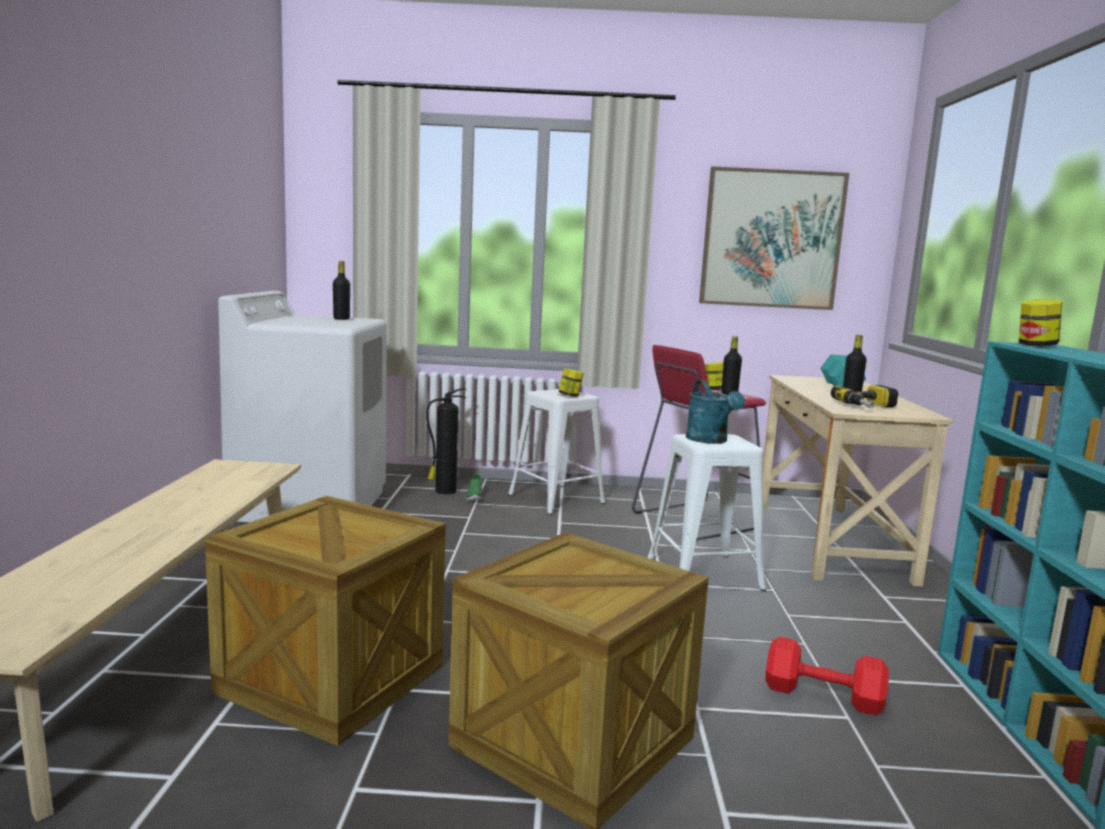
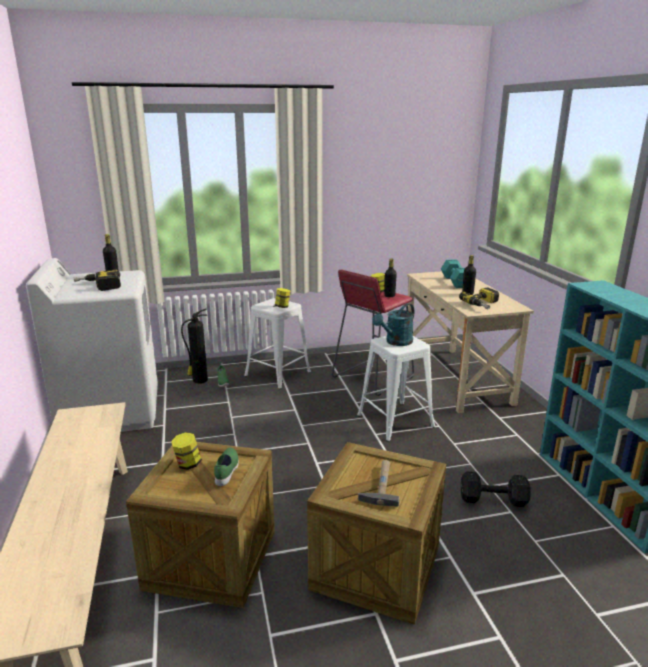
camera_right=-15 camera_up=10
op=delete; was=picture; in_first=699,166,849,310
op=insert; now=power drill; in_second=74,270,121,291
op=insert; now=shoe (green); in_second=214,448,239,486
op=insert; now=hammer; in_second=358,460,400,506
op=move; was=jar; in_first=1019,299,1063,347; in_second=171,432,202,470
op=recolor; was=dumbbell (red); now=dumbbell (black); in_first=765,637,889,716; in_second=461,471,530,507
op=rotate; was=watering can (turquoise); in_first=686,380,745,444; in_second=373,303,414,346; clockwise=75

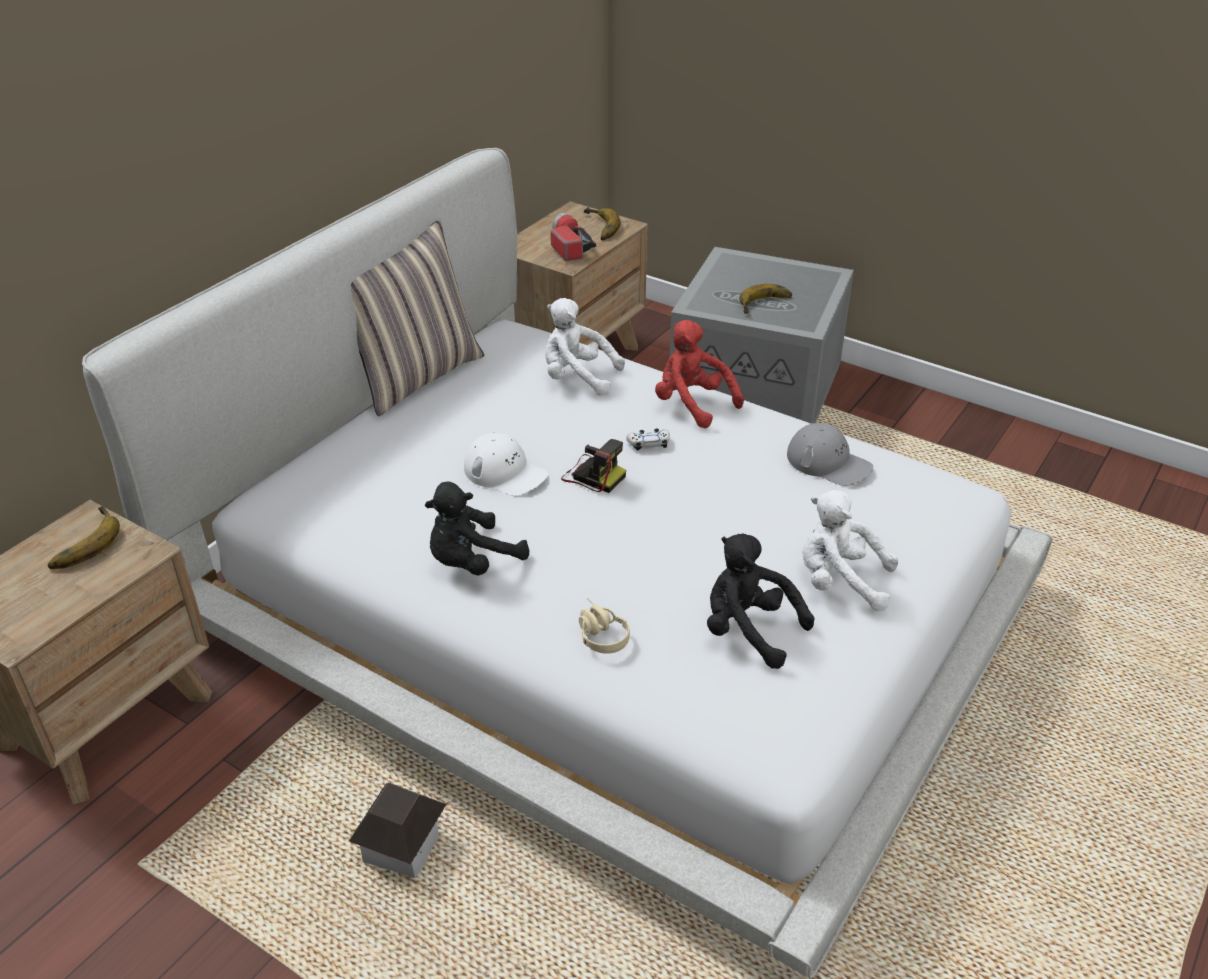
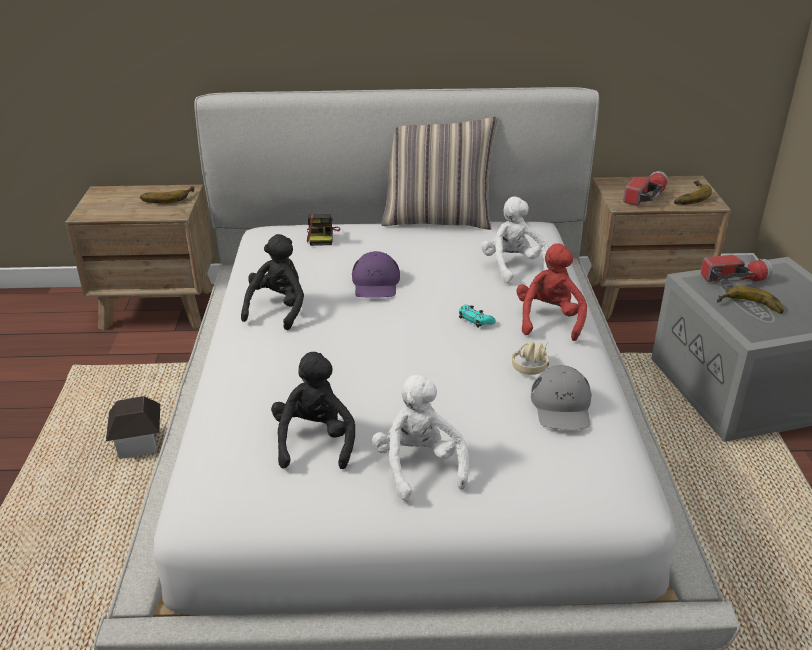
camera_right=55 camera_up=-5
op=insert; now=flashlight; in_second=701,255,773,282
op=move; was=photo camera; in_first=561,439,626,493; in_second=307,214,340,246
op=move; was=headphones (beige); in_first=579,598,630,654; in_second=512,341,549,375
op=recolor; was=cap (white); now=cap (purple); in_first=464,433,548,496; in_second=352,251,400,298
op=recolor; was=game controller (white); now=game controller (turquoise); in_first=626,428,670,450; in_second=459,305,496,328
op=rotate; was=plush toy (black); in_first=425,482,529,575; in_second=241,234,304,330; clockwise=90

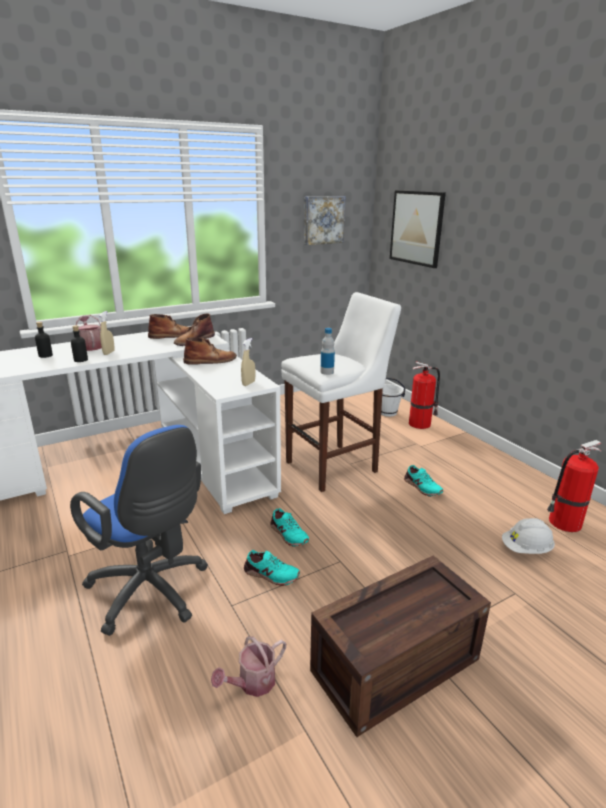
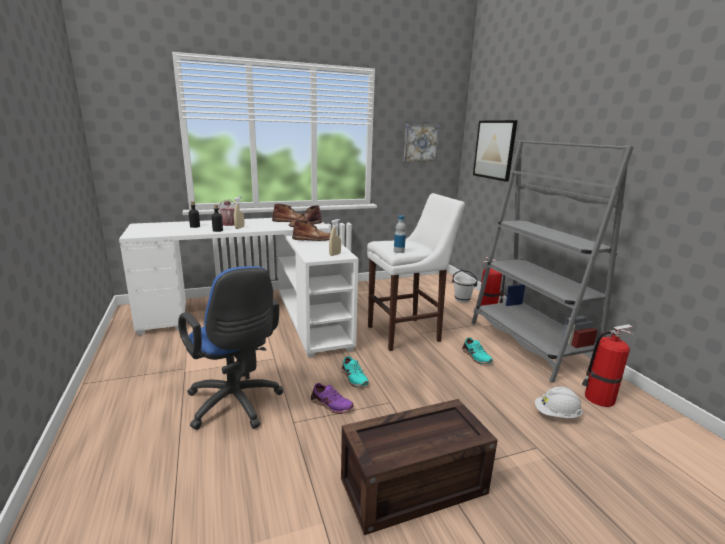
camera_right=10 camera_up=-5
op=delete; was=watering can; in_first=211,636,286,697
op=insert; now=bookcase (grey); in_second=472,140,634,383
op=recolor; was=shoe (turquoise); now=shoe (purple); in_first=244,550,300,586; in_second=311,383,354,414

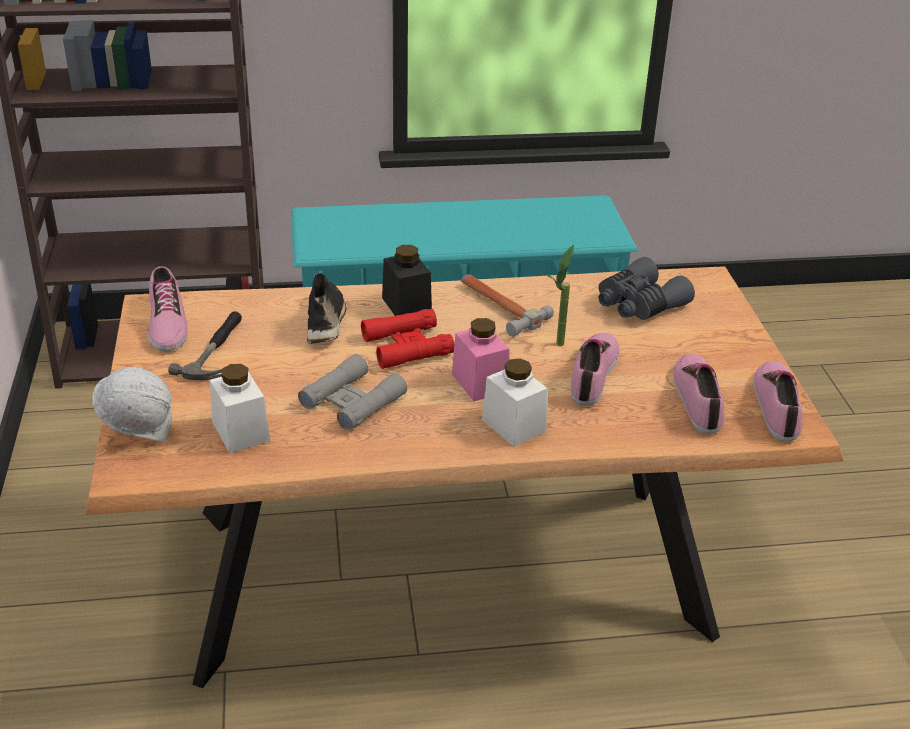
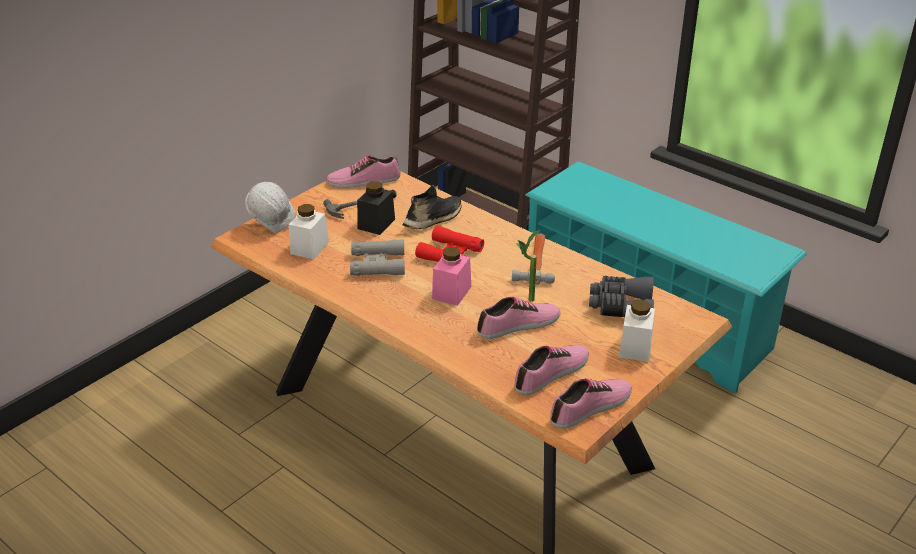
camera_right=50 camera_up=0
op=move; was=jar (black); in_first=382,245,432,316; in_second=357,181,395,235
op=move; was=jar (white); in_first=482,358,548,447; in_second=619,300,655,362
op=rotate; was=shoe; in_first=148,266,188,351; in_second=326,155,401,188; clockwise=45

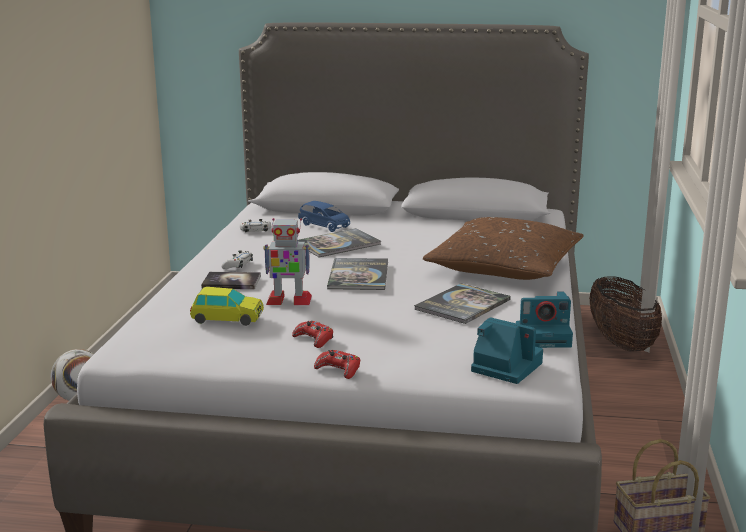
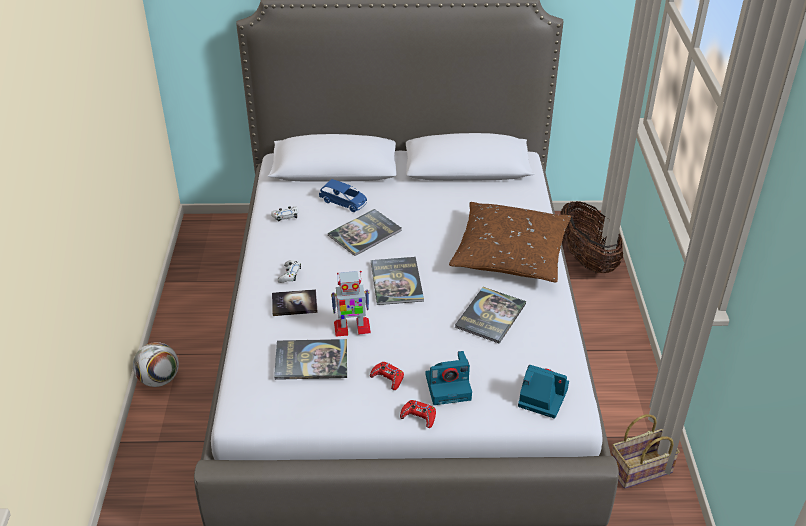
camera_right=-10 camera_up=20
op=move; was=photo camera; in_first=516,291,573,348; in_second=426,351,472,405
op=replace; was=toy car; now=book; in_first=190,287,264,326; in_second=274,339,347,380

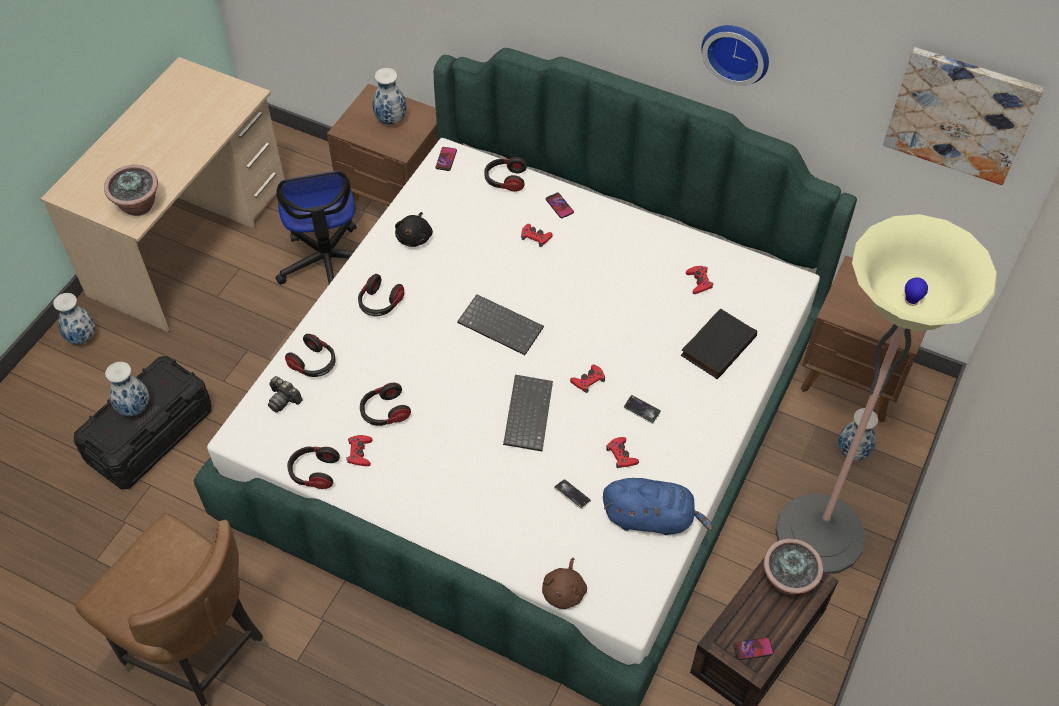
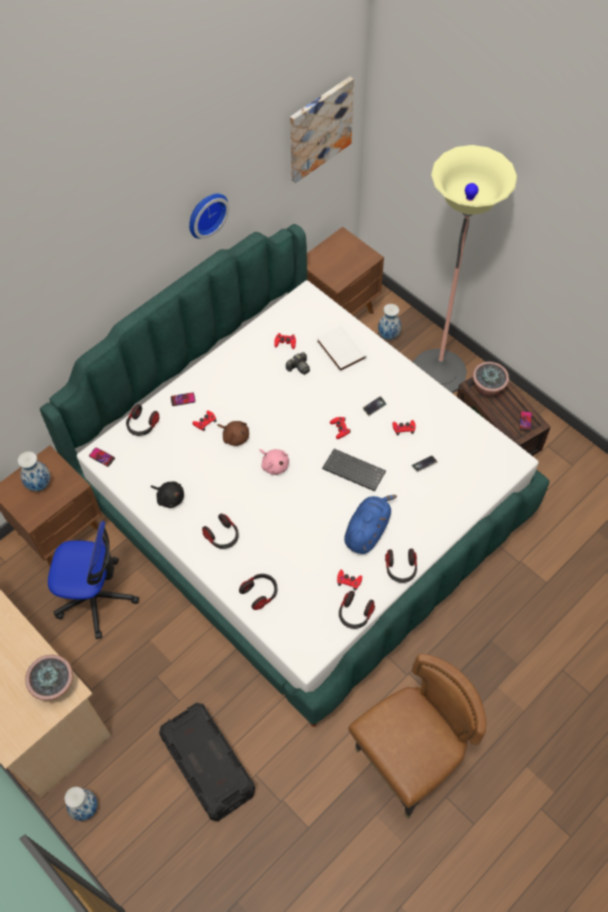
camera_right=-70 camera_up=5
op=delete; was=vase; in_first=105,362,149,417
op=move; was=photo camera; in_first=268,376,303,413; in_second=286,352,310,375
op=move; was=headphones; in_first=360,383,411,426; in_second=385,549,417,583
op=move; was=plush toy (brown); in_first=542,558,587,609; in_second=217,421,249,446
op=move; was=plush toy (blue); in_first=603,478,713,535; in_second=344,495,397,554
op=replace; was=keyboard; now=plush toy (pink); in_first=457,294,544,355; in_second=259,449,289,475
op=recolor; was=book (black); now=book (white); in_first=681,308,757,379; in_second=316,324,367,372

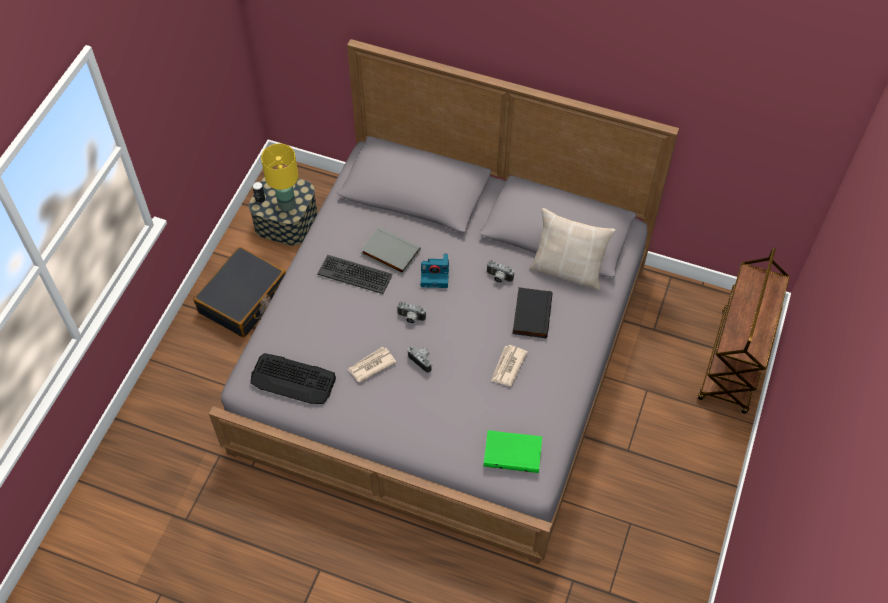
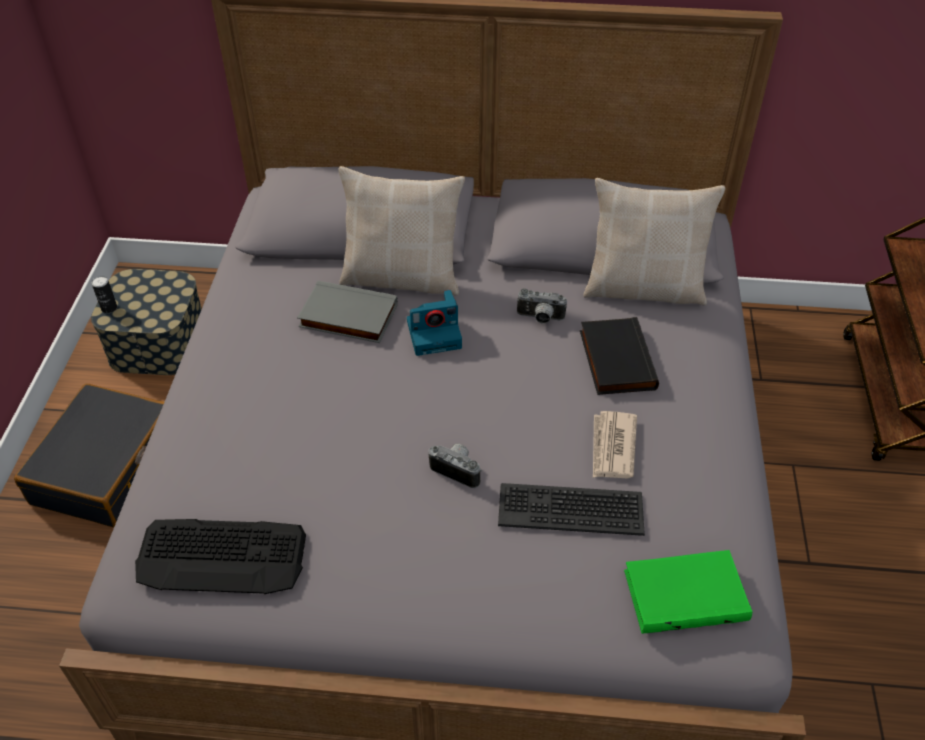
camera_right=-15 camera_up=-10
op=delete; was=table lamp (yellow); in_first=261,144,298,212
op=delete; was=newspaper; in_first=348,347,396,383
op=delete; was=photo camera; in_first=396,301,426,324
op=insert; now=pillow (beige); in_second=339,166,465,296
op=move; was=keyboard; in_first=317,255,393,294; in_second=498,483,645,536

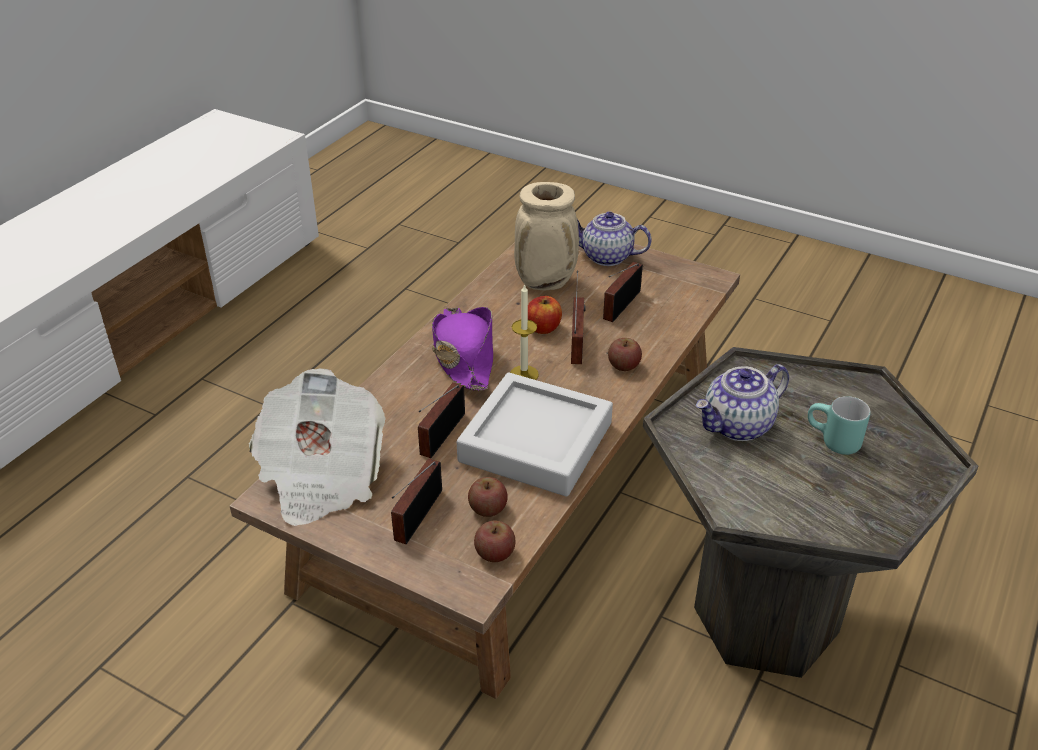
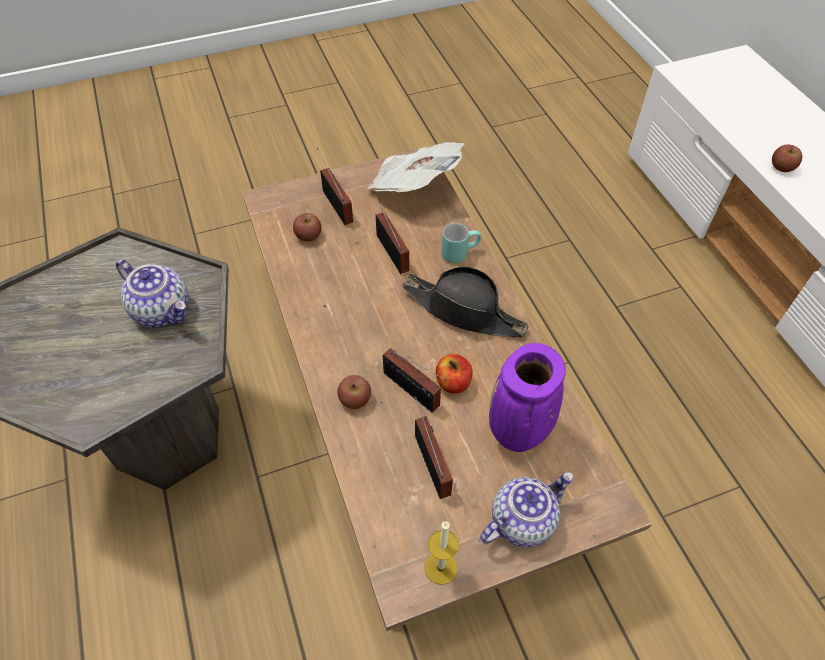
camera_right=130 camera_up=15
op=delete; was=tray (grey); in_first=457,372,613,497
op=move; was=apple; in_first=474,521,516,562; in_second=772,144,802,172
op=move; was=candle; in_first=510,284,539,380; in_second=425,521,459,585
op=move; was=mug (turquoise); in_first=808,396,870,455; in_second=441,223,481,263
op=recolor; was=hat (purple); now=hat (black); in_first=432,307,493,391; in_second=402,266,529,337
op=recolor; was=vase (beige); now=vase (purple); in_first=514,182,579,290; in_second=489,343,566,452
op=rotate; was=teapot; in_first=696,364,789,441; in_second=116,259,188,327; clockwise=120

